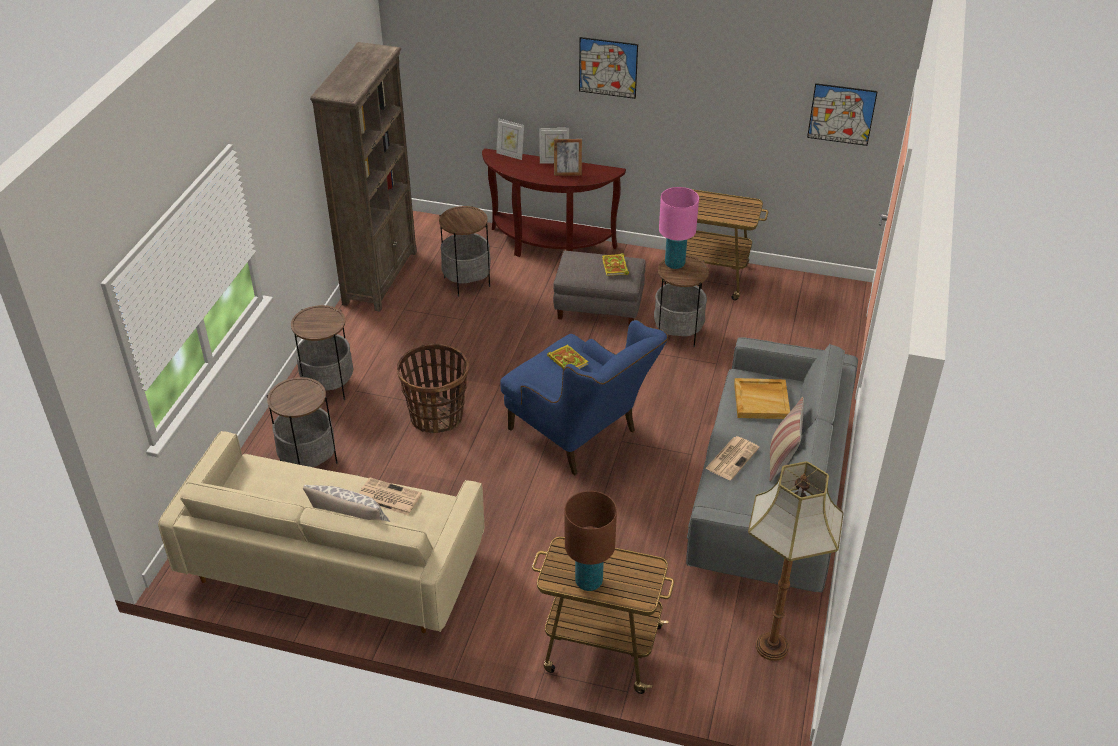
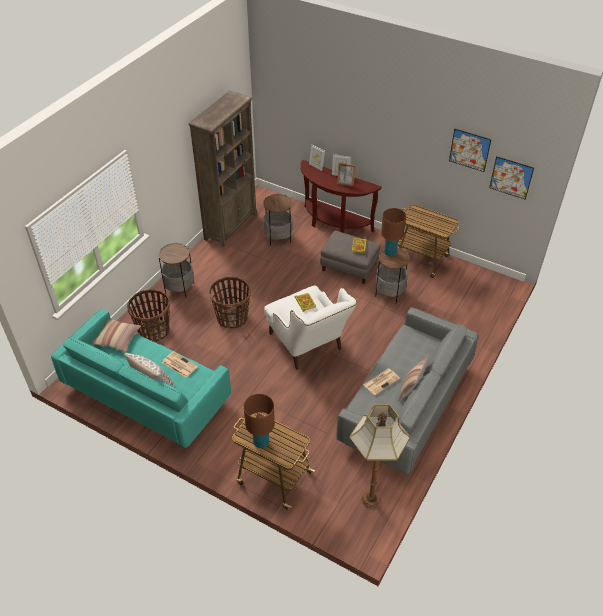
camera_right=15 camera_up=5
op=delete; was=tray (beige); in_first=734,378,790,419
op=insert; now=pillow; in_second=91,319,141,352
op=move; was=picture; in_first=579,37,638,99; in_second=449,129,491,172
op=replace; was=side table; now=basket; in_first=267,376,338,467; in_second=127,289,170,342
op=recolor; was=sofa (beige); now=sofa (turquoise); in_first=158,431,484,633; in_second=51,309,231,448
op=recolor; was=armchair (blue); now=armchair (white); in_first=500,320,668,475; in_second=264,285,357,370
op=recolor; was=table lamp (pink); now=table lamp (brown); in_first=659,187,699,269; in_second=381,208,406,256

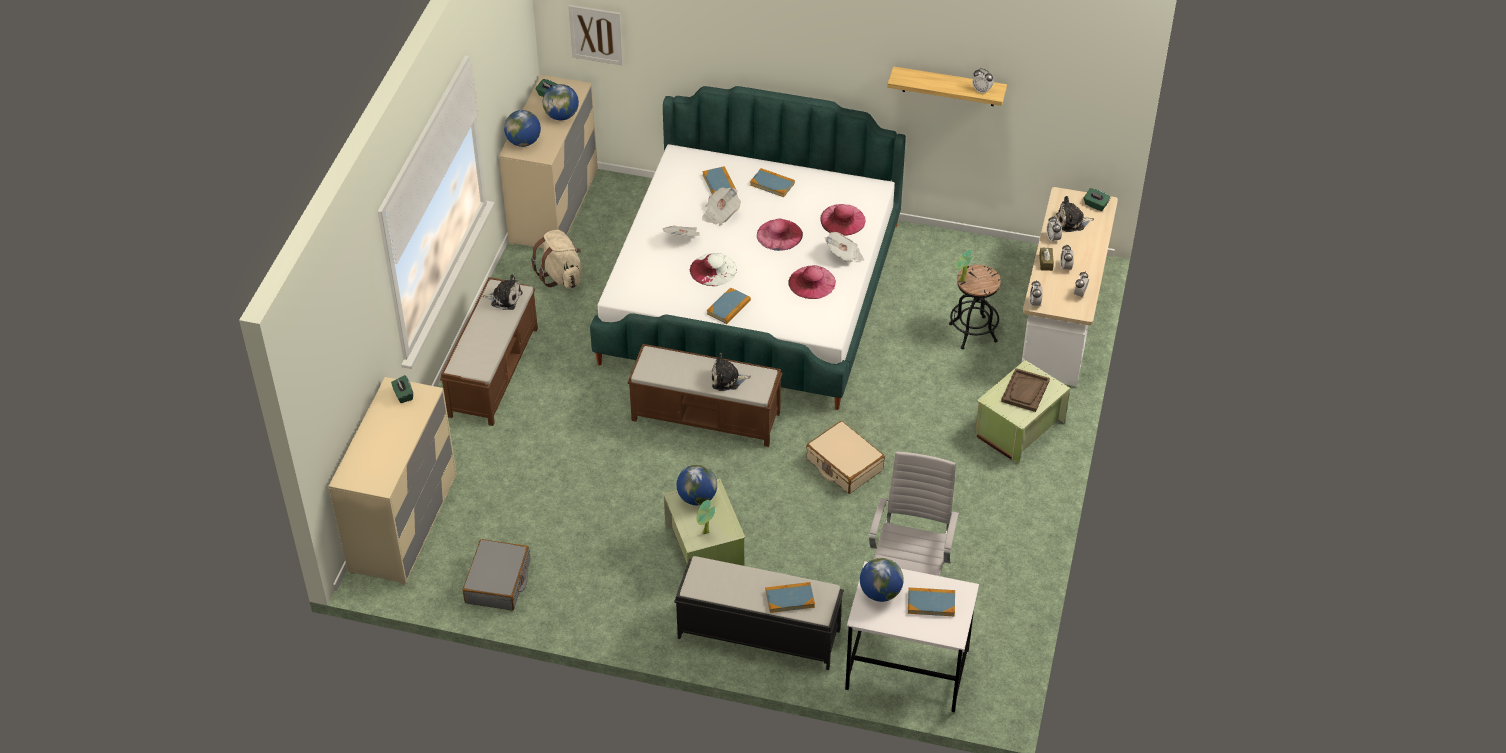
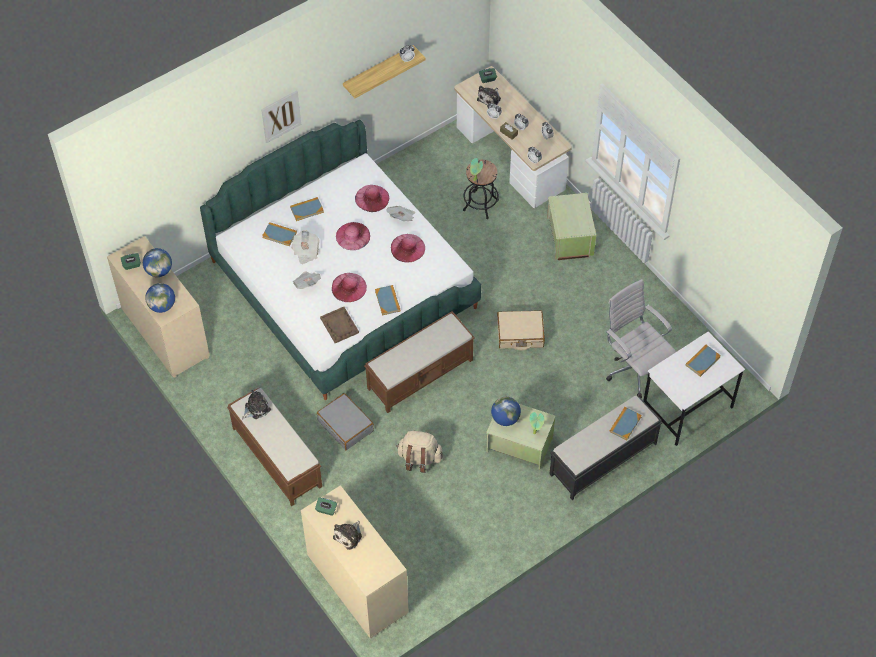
camera_right=-50 camera_up=10
op=delete; was=globe; in_first=860,558,904,602
op=move; was=suitcase (grey); in_first=463,539,530,611; in_second=317,393,374,450
op=move; was=backpack (beige); in_first=531,230,581,289; in_second=396,431,443,473
op=move; was=picture; in_first=568,5,623,66; in_second=261,91,301,143
op=move; was=plush toy; in_first=711,353,751,391; in_second=333,520,362,550
op=move; was=tray (brown); in_first=1001,368,1050,412; in_second=320,307,359,343
op=recolor; was=hat (white); now=hat (pink); in_first=690,253,737,286; in_second=332,273,367,302

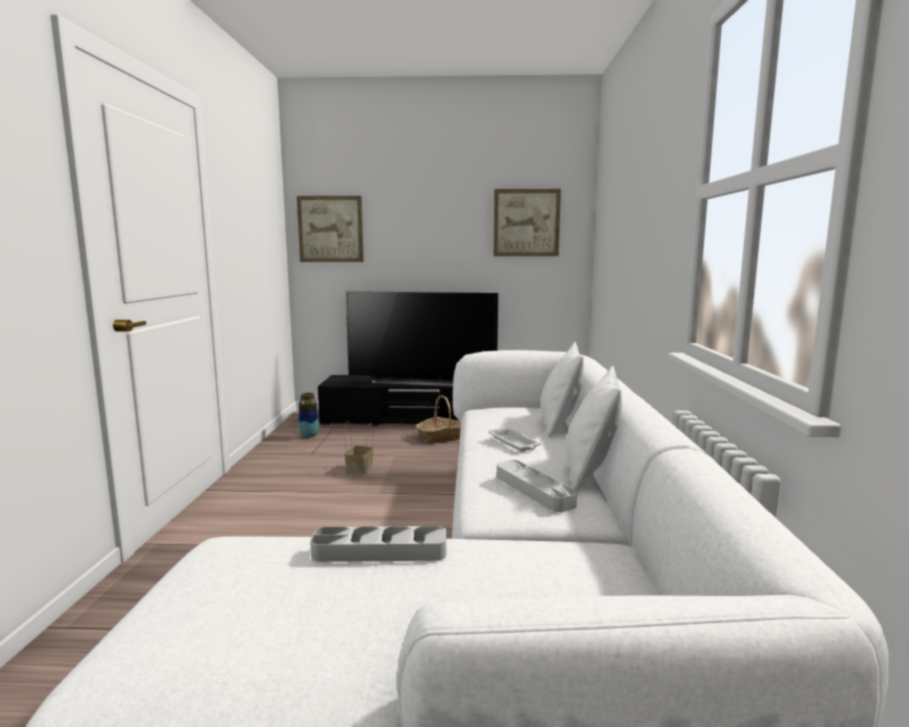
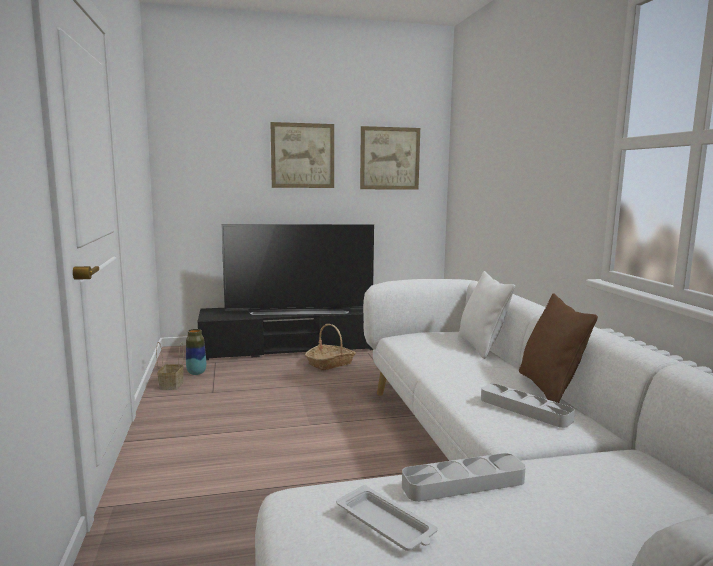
camera_right=-15 camera_up=0
op=move; was=picture; in_first=297,196,364,262; in_second=270,122,334,188
op=move; was=basket; in_first=344,421,373,475; in_second=156,342,184,390
op=move; was=tray (white); in_first=488,427,541,451; in_second=336,485,438,551
op=recolor; was=pillow (white); now=pillow (brown); in_first=566,366,622,491; in_second=519,293,598,403

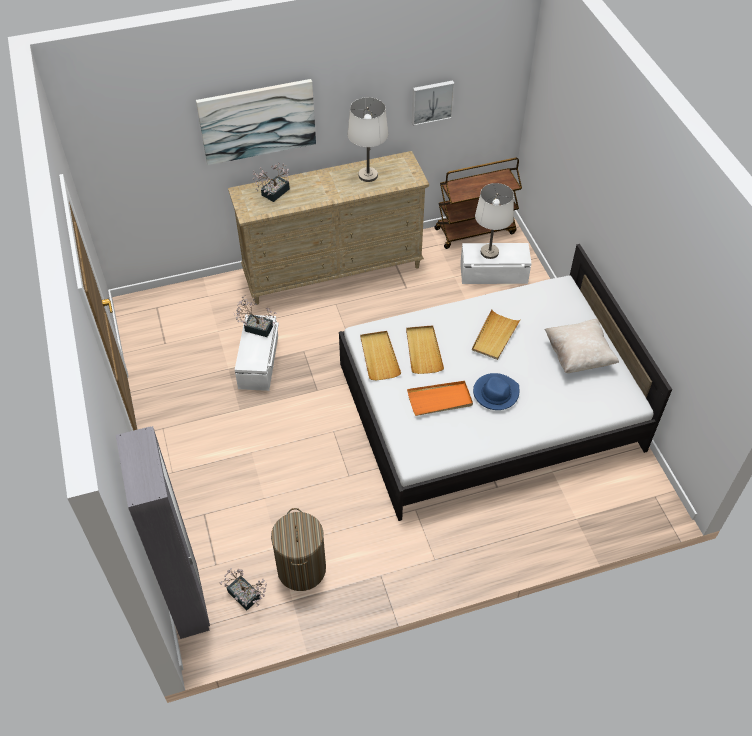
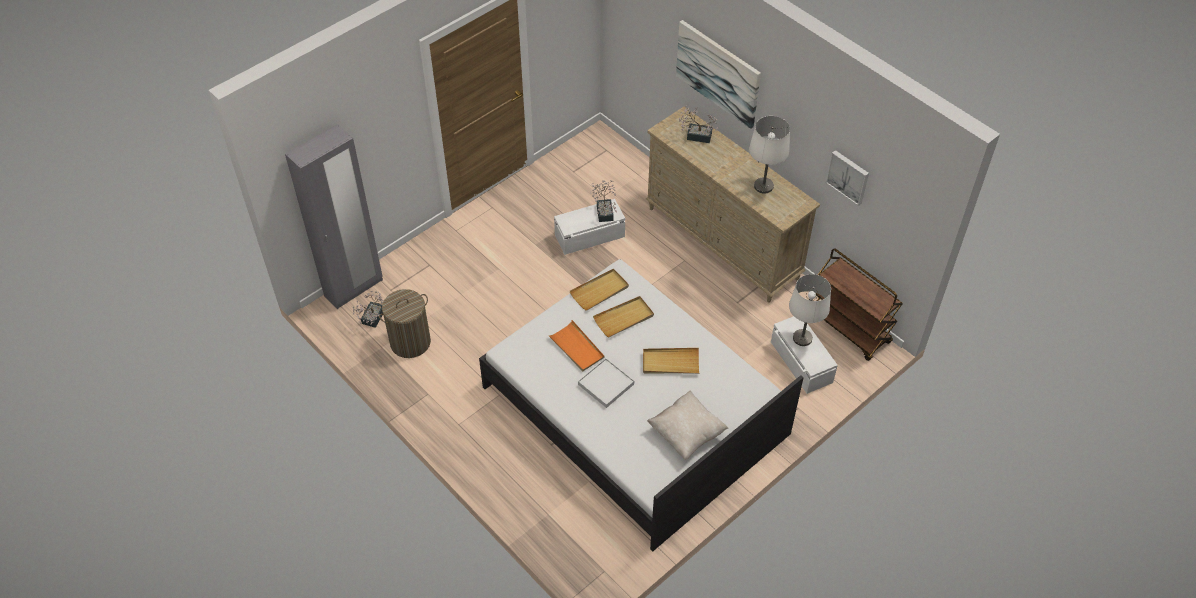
camera_right=65 camera_up=0
op=replace; was=hat (blue); now=tray (white); in_first=473,373,519,410; in_second=578,358,634,408

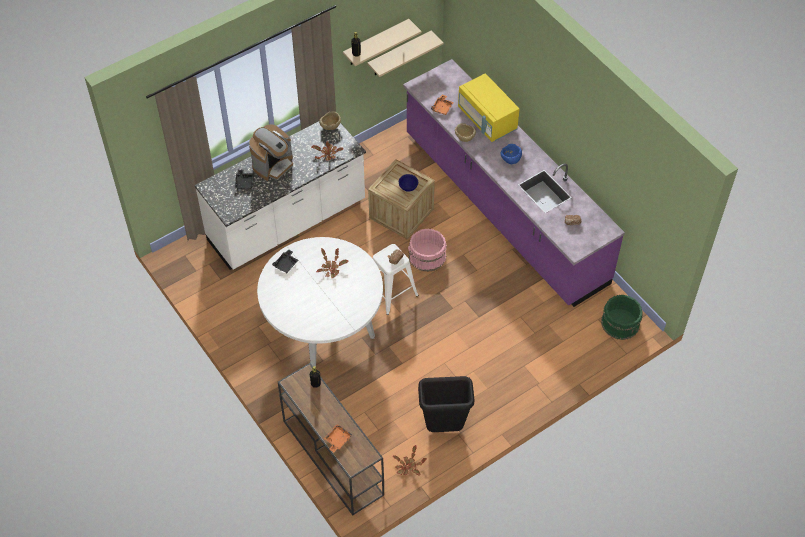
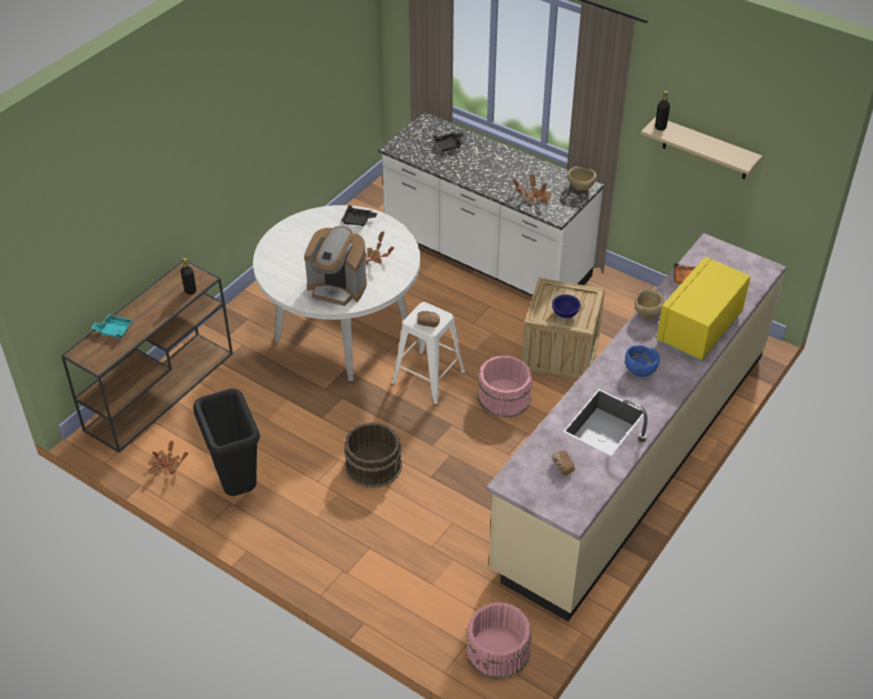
camera_right=70 camera_up=-10
op=delete; was=shelf (beige); in_first=367,30,444,77
op=insert; now=bucket (brown); in_second=344,422,402,488
op=move; was=coffee machine; in_first=249,124,293,181; in_second=304,226,367,306
op=recolor; was=tray (orange); now=tray (turquoise); in_first=324,424,352,452; in_second=91,314,133,339
op=recolor; was=counter (purple); now=counter (beige); in_first=403,59,625,307; in_second=486,233,786,621
op=recolor; was=bucket (green); now=bucket (pink); in_first=601,295,643,340; in_second=466,602,532,680

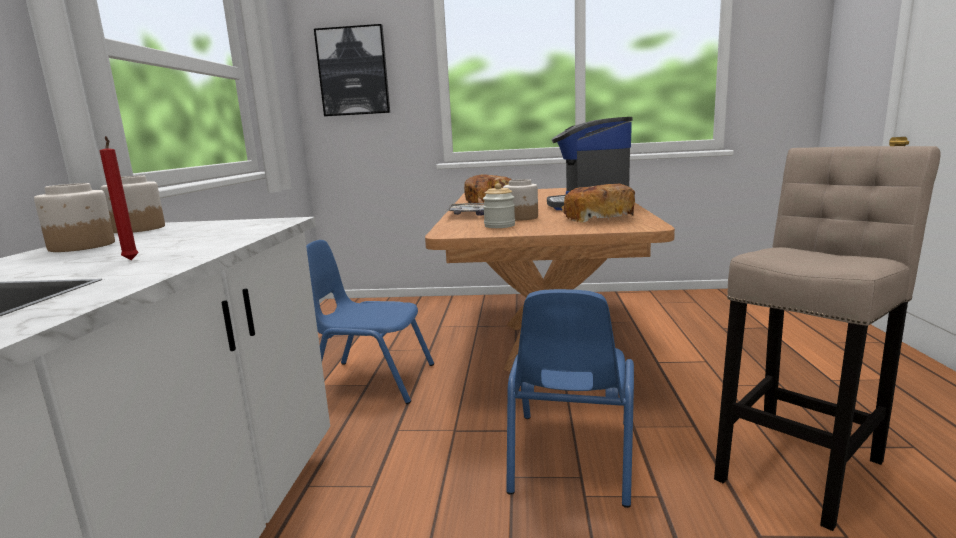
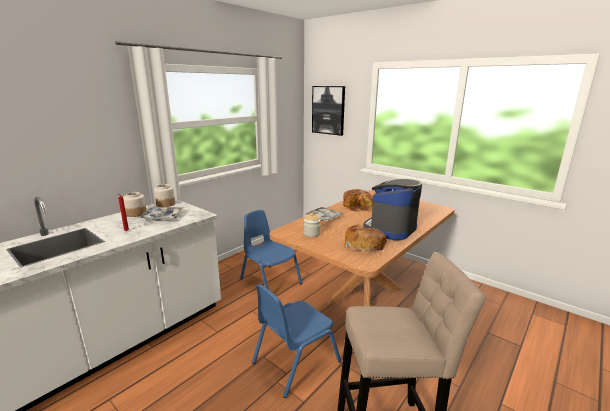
camera_right=35 camera_up=5
op=delete; was=jar; in_first=503,179,538,221
op=insert; now=tray; in_second=137,207,183,220

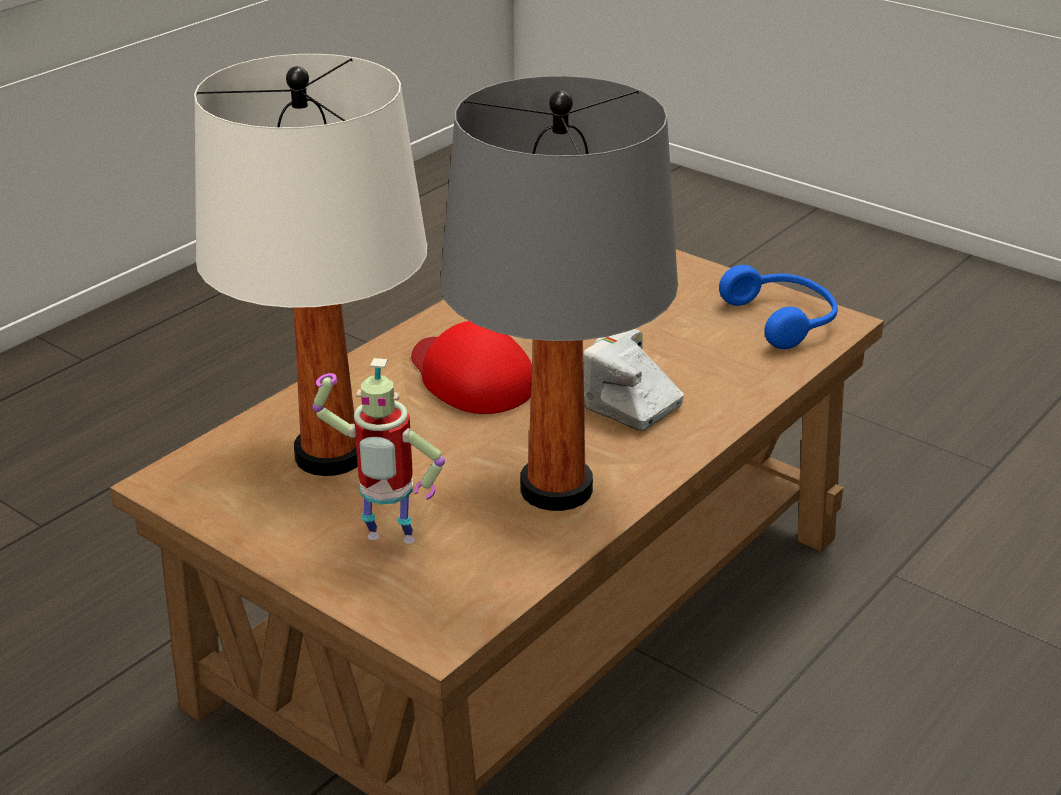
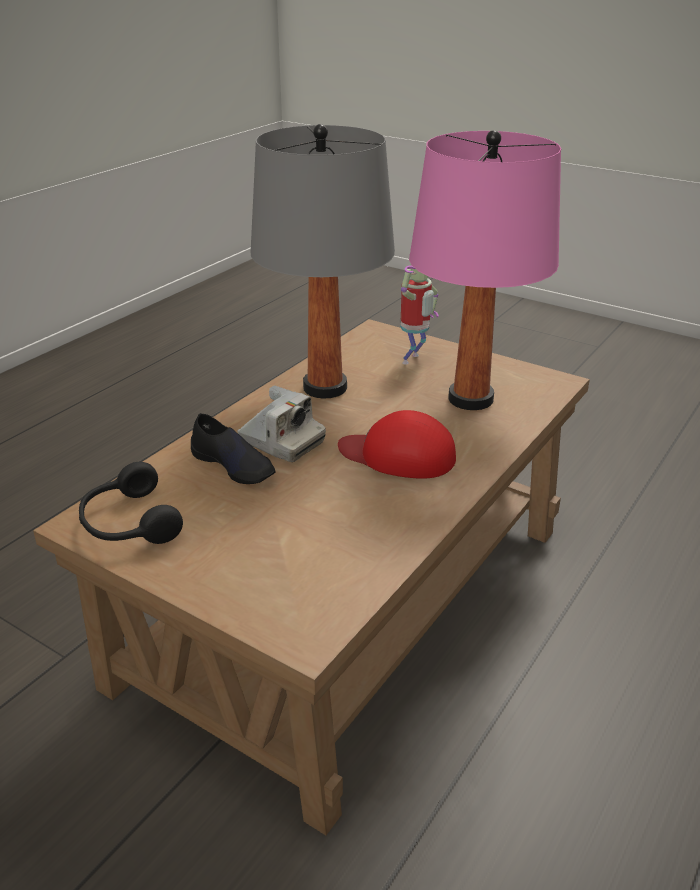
camera_right=175 camera_up=0
op=insert; now=shoe (black); in_second=191,413,275,484
op=recolor; was=table lamp (white); now=table lamp (pink); in_first=194,54,427,476; in_second=409,130,561,410
op=recolor; was=headphones (blue); now=headphones (black); in_first=719,265,838,349; in_second=79,462,183,544
op=rotate; was=toy robot; in_first=312,358,445,544; in_second=400,265,439,365; clockwise=120
op=rotate; was=cap (red); in_first=411,321,532,414; in_second=338,410,456,479; clockwise=150

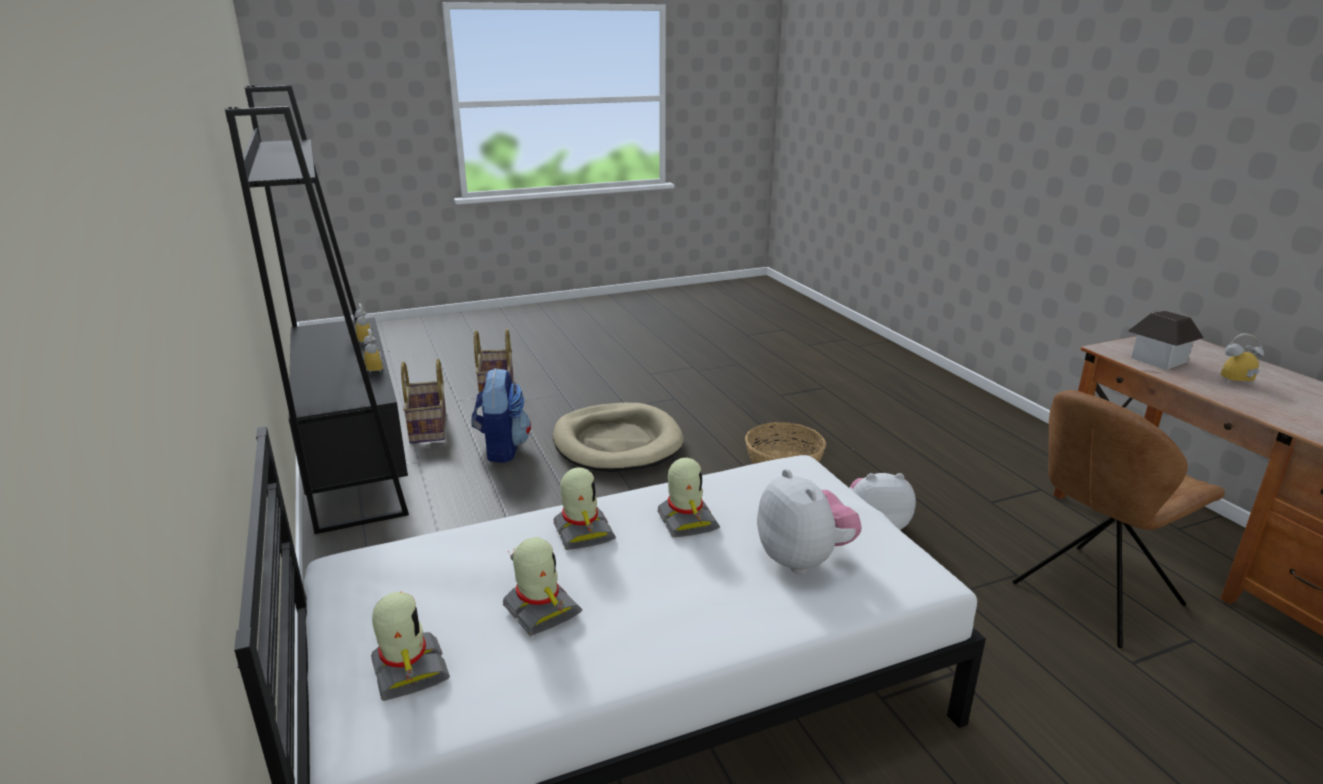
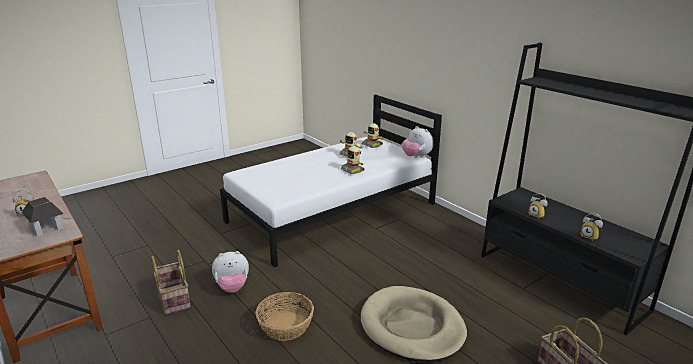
camera_right=165 camera_up=0
op=delete; was=backpack; in_first=471,368,531,463
op=delete; was=toy robot; in_first=657,458,720,538
op=delete; was=chair (brown); in_first=1012,390,1225,648
op=move; was=basket; in_first=401,359,446,443; in_second=151,250,191,315
op=move; was=plush toy; in_first=757,469,862,574; in_second=402,126,433,158

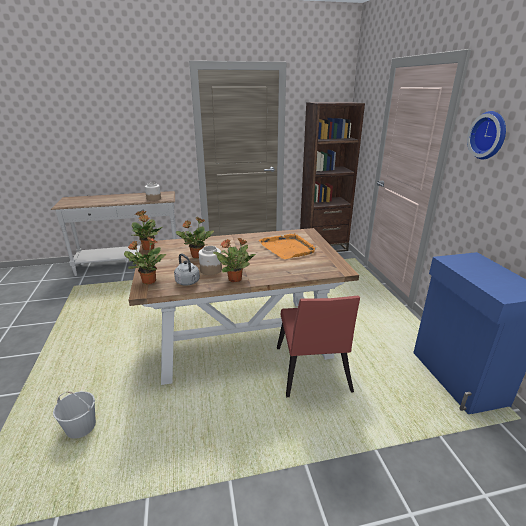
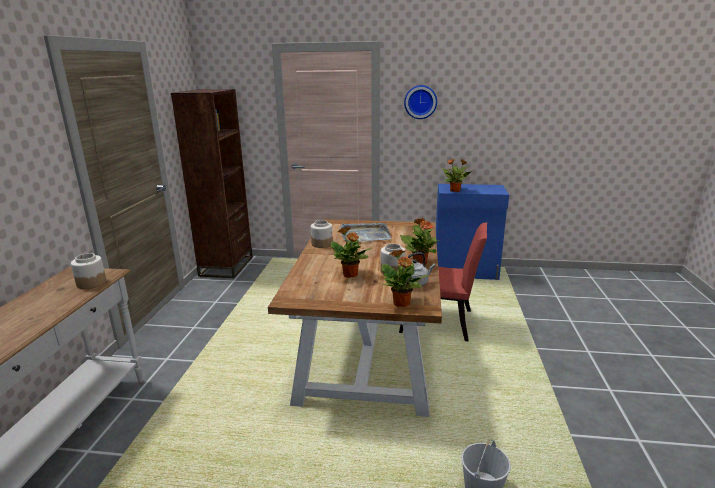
camera_right=-70 camera_up=-5
op=insert; now=jar; in_second=311,220,333,248
op=move; was=potted plant; in_first=131,211,162,250; in_second=442,159,471,192
op=recolor; was=tray (orange); now=tray (grey); in_first=259,233,316,259; in_second=340,223,391,242

